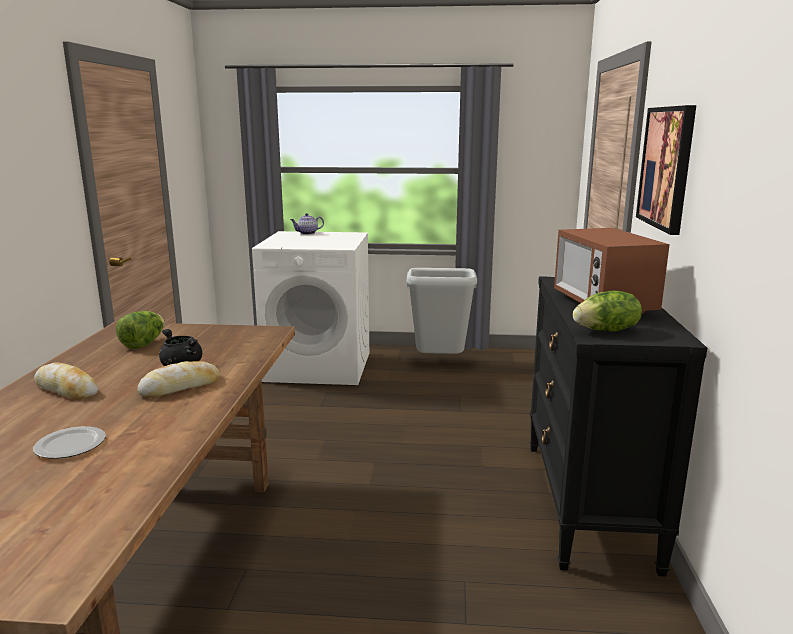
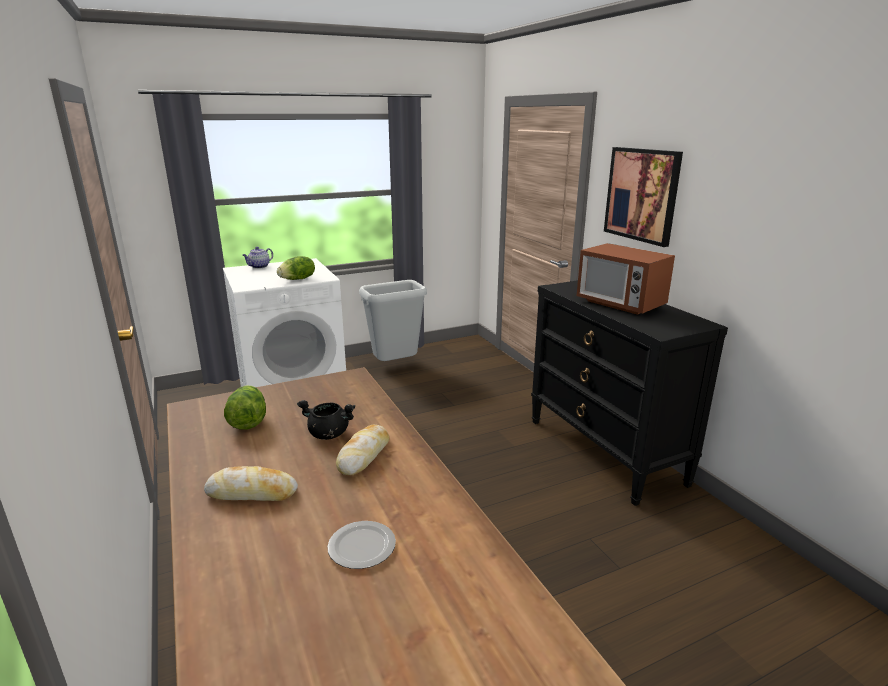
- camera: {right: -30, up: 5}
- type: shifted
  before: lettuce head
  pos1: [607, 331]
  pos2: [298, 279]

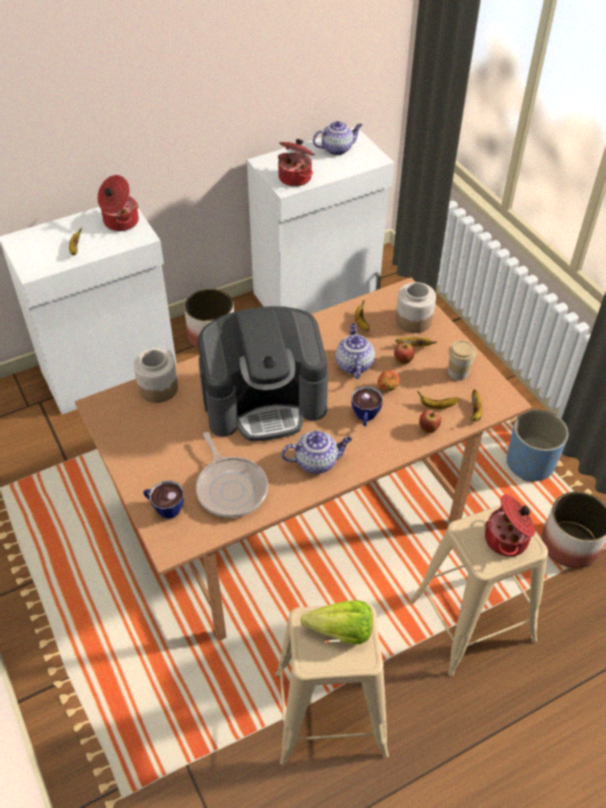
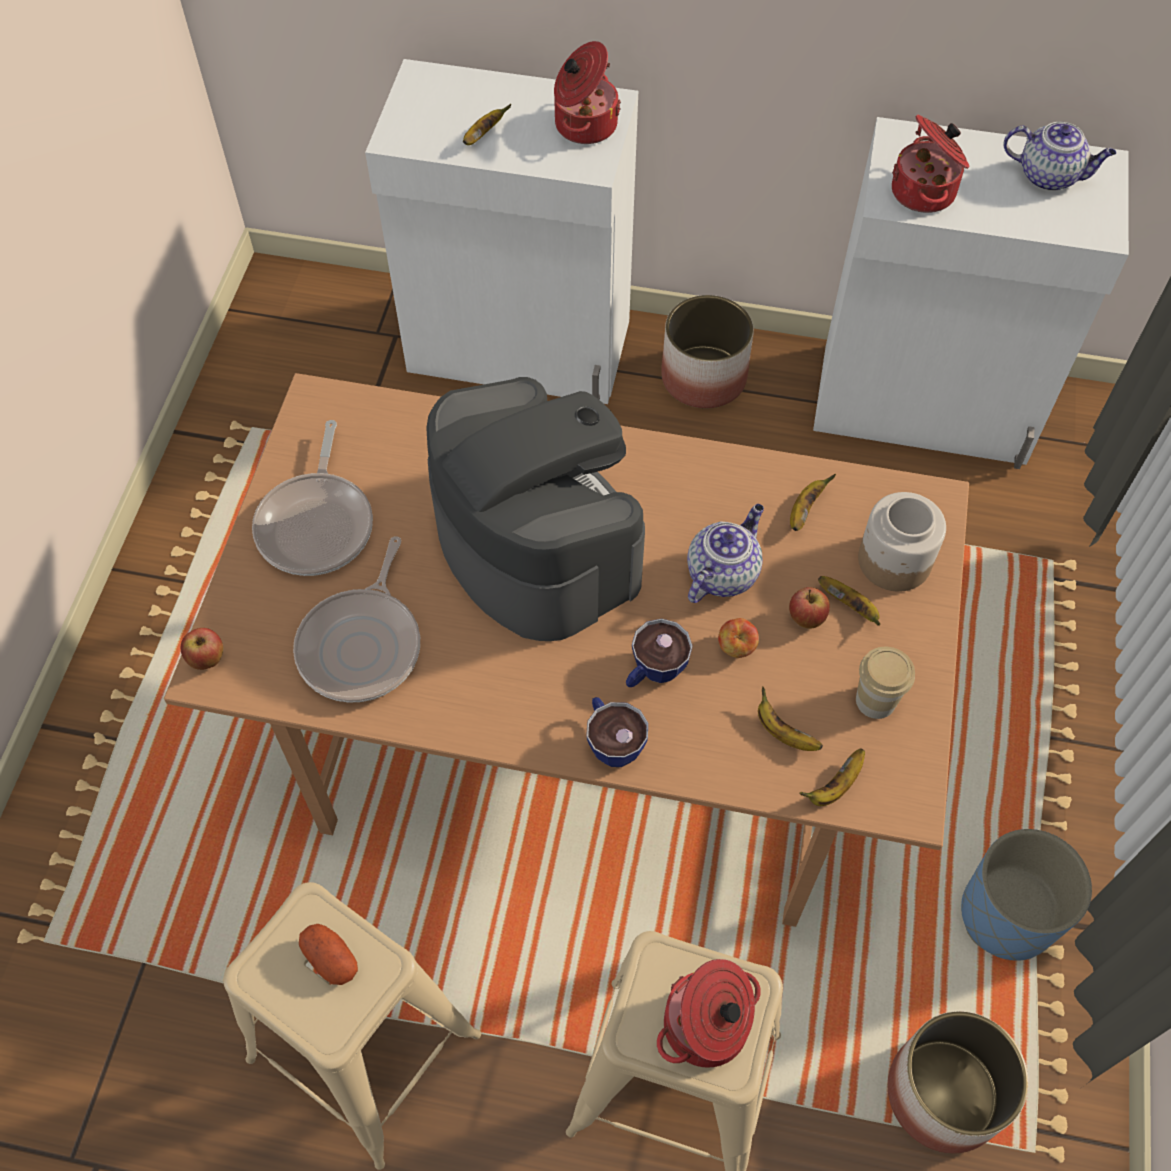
- camera: {right: 40, up: 10}
- type: rotated
  before: coffee maker
  pos1: [264, 400]
  pos2: [535, 543]
  turn: -150
- type: gone
  before: jar
  pos1: [157, 388]
- type: shifted
  before: apple
  pos1: [428, 429]
  pos2: [207, 660]
- type: gone
  before: tea pot
  pos1: [317, 461]
- type: shifted
  before: small cup
  pos1: [164, 507]
  pos2: [611, 741]
- type: swapped
  before: lettuce head
  after: spud
  pos1: [335, 630]
  pos2: [331, 959]
- type: new
  after: pan
  pos2: [317, 524]

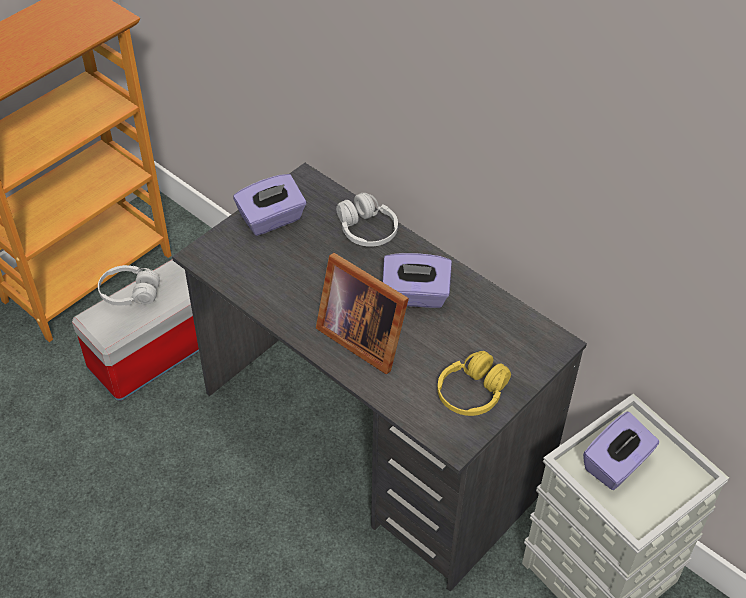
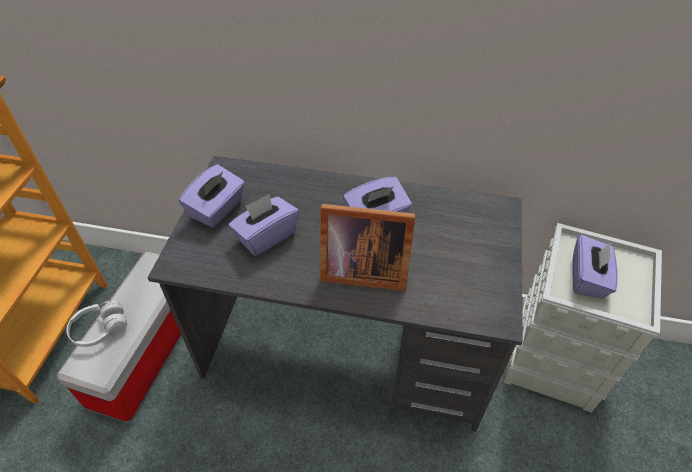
- camera: {right: -30, up: 0}
- type: gone
  before: headphones (whitish)
  pos1: [367, 230]
- type: gone
  before: headphones (yellow-coloured)
  pos1: [472, 393]
- type: new
  after: tissue holder (purplish)
  pos2: [266, 236]

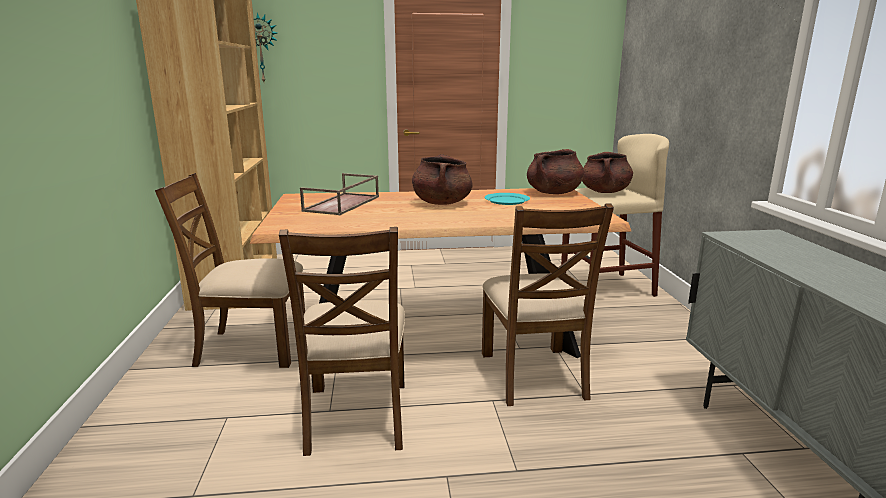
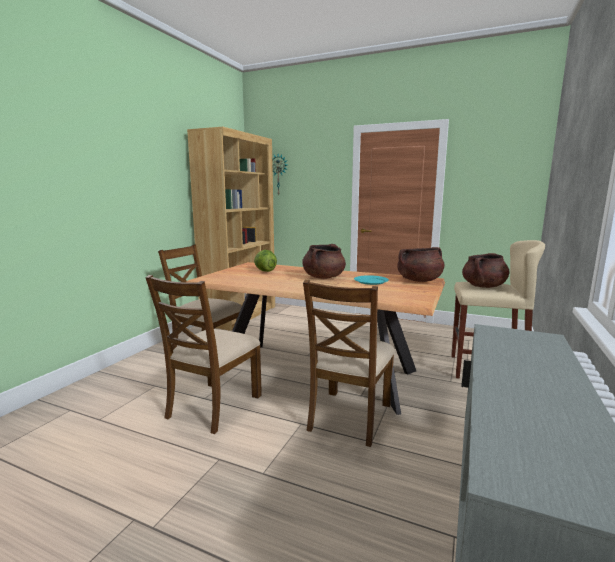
- camera: {right: 30, up: -5}
- type: swapped
  before: tray (brown)
  after: lettuce head
  pos1: [342, 204]
  pos2: [265, 271]

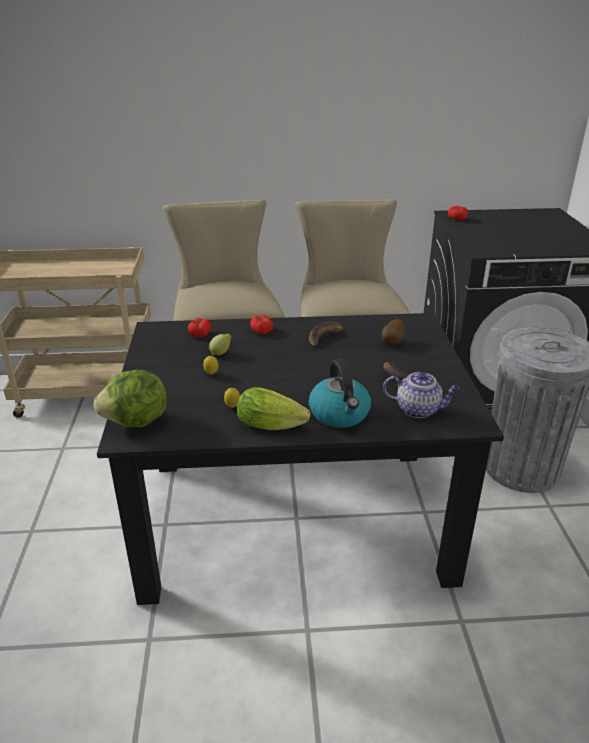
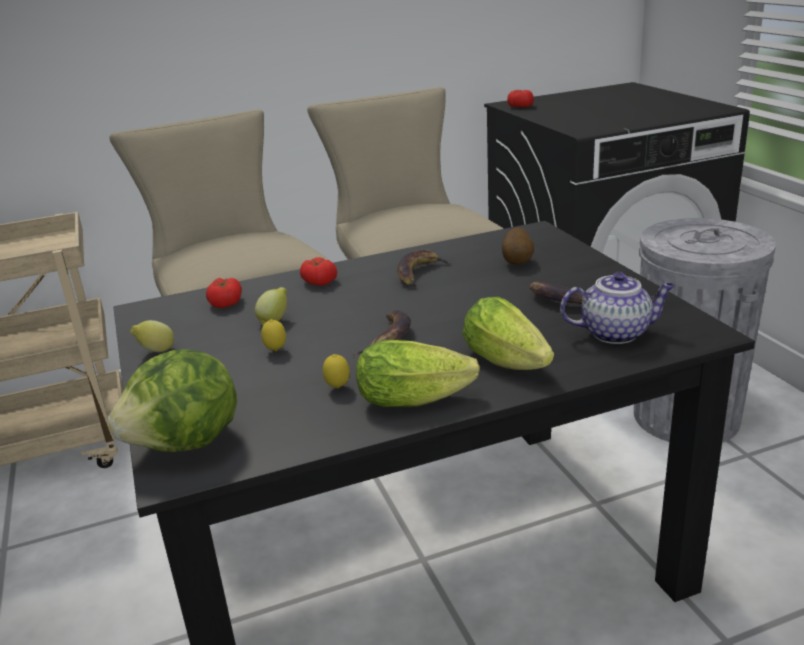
- camera: {right: -15, up: -5}
- type: swapped
  before: tea kettle
  after: lettuce head
  pos1: [340, 414]
  pos2: [509, 362]
- type: new
  after: whole banana
  pos2: [388, 338]
- type: new
  after: citrus fruit
  pos2: [156, 351]

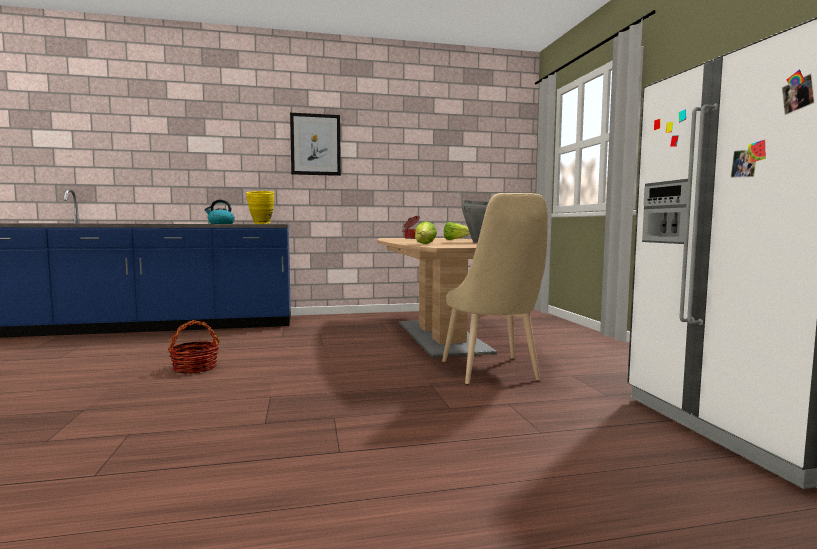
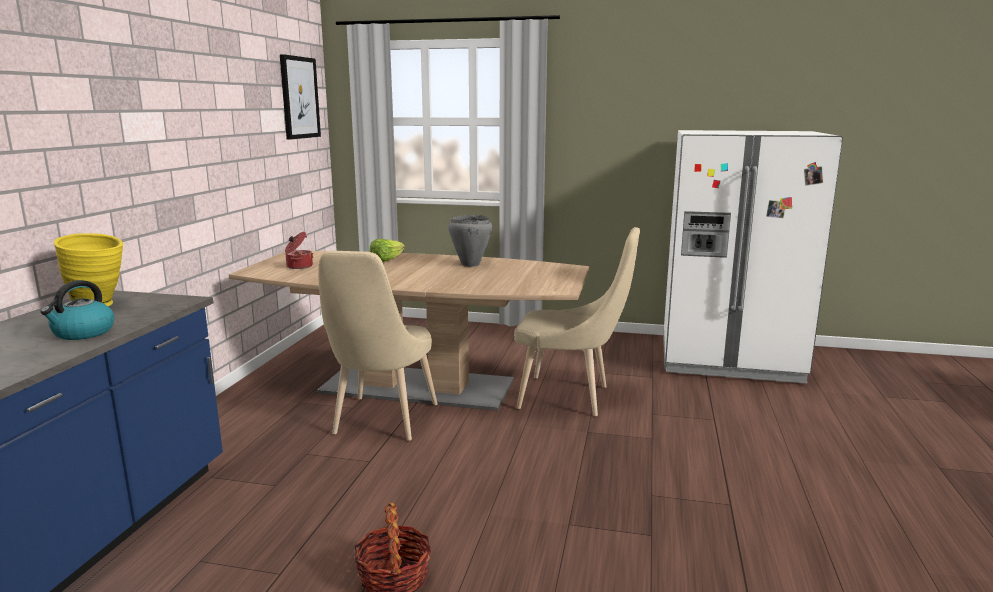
- camera: {right: -65, up: 10}
- type: shifted
  before: wall picture
  pos1: [315, 144]
  pos2: [299, 97]
- type: gone
  before: lettuce head
  pos1: [424, 244]
- type: new
  after: plain chair (beige-coloured)
  pos2: [382, 422]

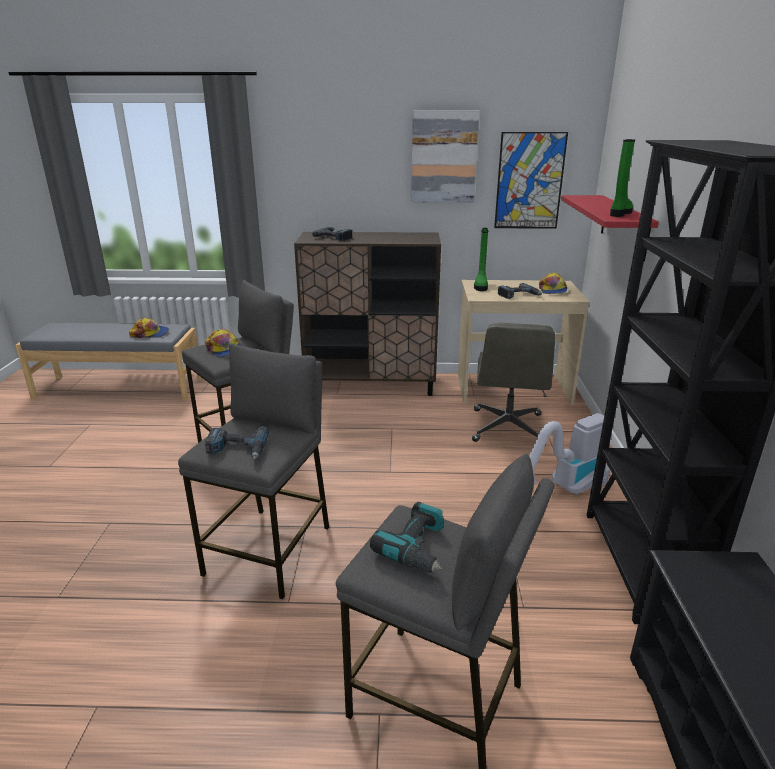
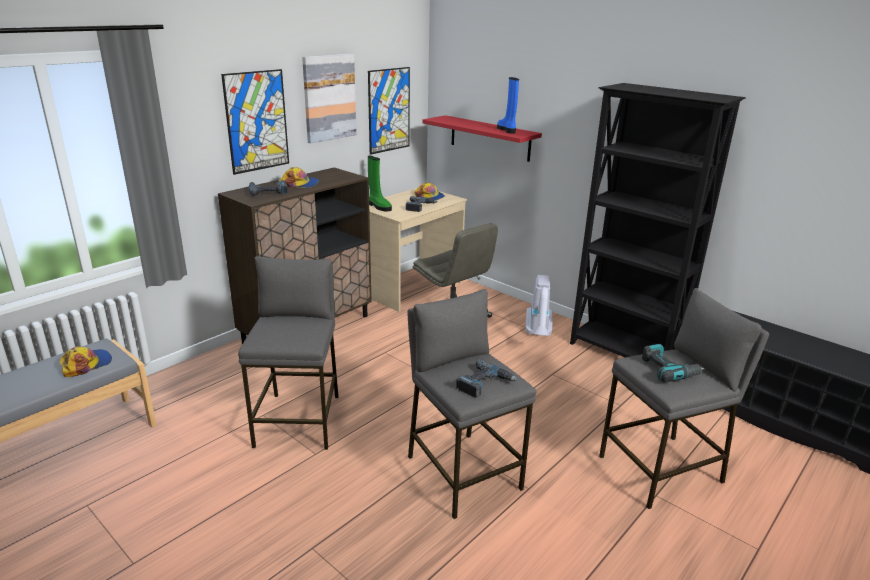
- camera: {right: -50, up: 0}
- type: repainted
  before: tall boot (green)
  after: tall boot (blue)
  pos1: [620, 213]
  pos2: [507, 130]
- type: shifted
  before: cap
  pos1: [224, 349]
  pos2: [299, 184]
- type: new
  after: wall picture
  pos2: [257, 121]

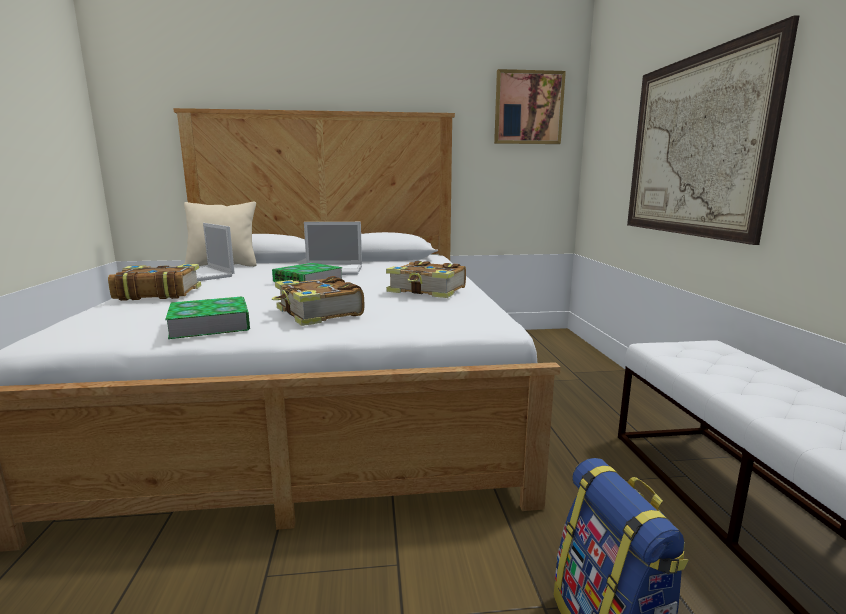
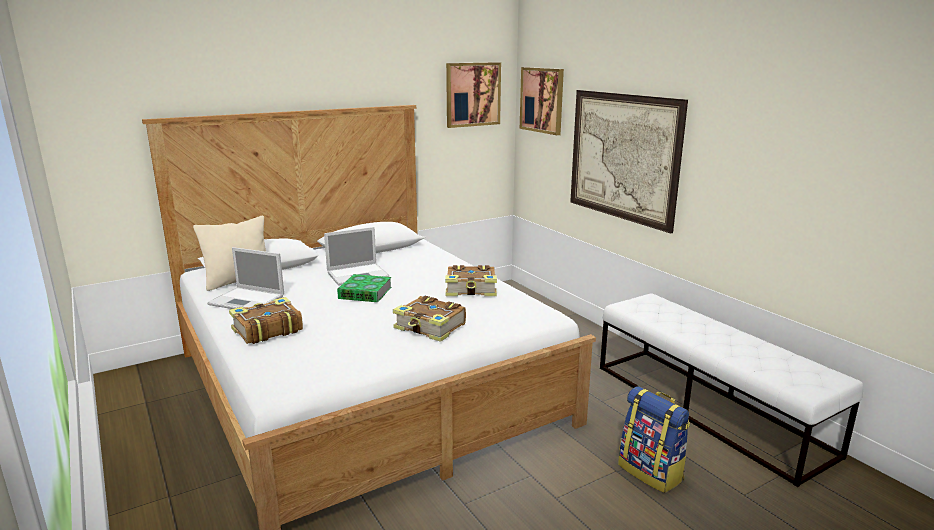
- camera: {right: -25, up: 5}
- type: gone
  before: bound book
  pos1: [210, 324]
- type: new
  after: wall picture
  pos2: [542, 100]

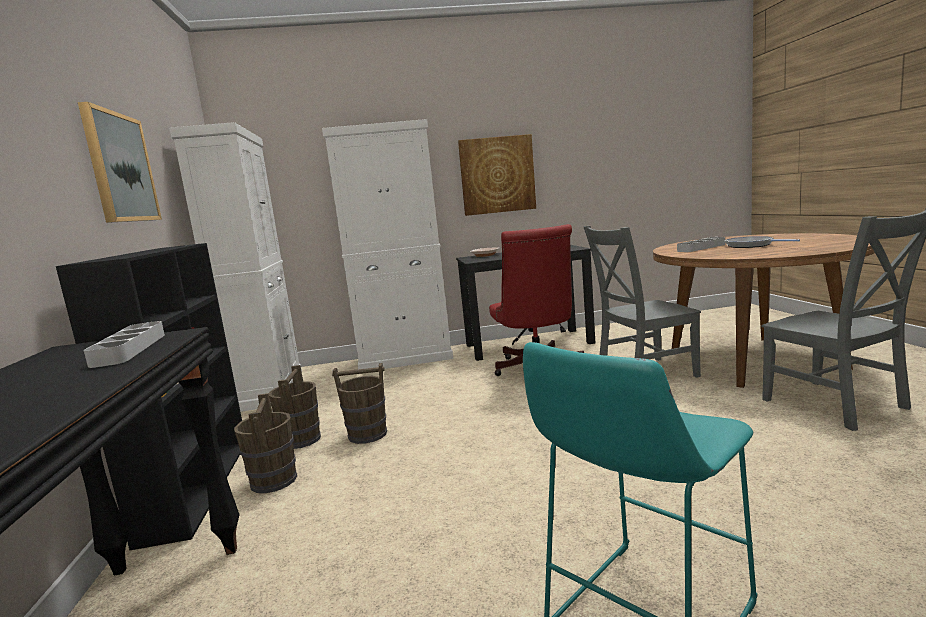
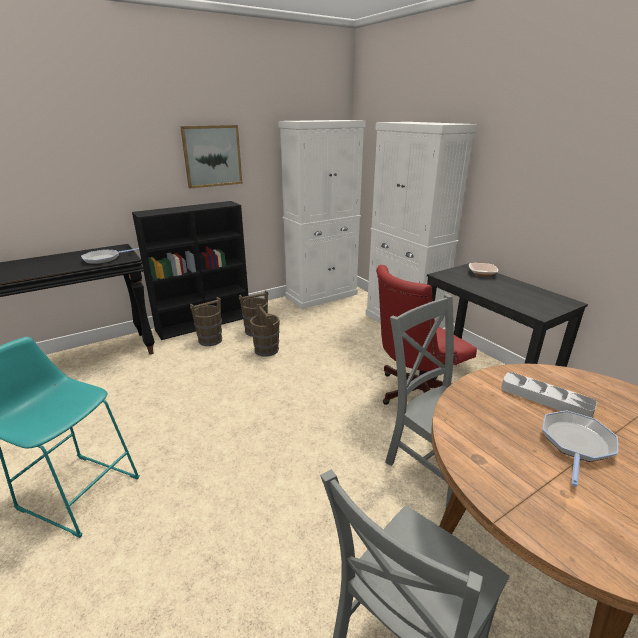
- camera: {right: 65, up: 15}
- type: gone
  before: wall picture
  pos1: [497, 175]
- type: swapped
  before: tray (greyish)
  after: pan
  pos1: [130, 349]
  pos2: [104, 259]

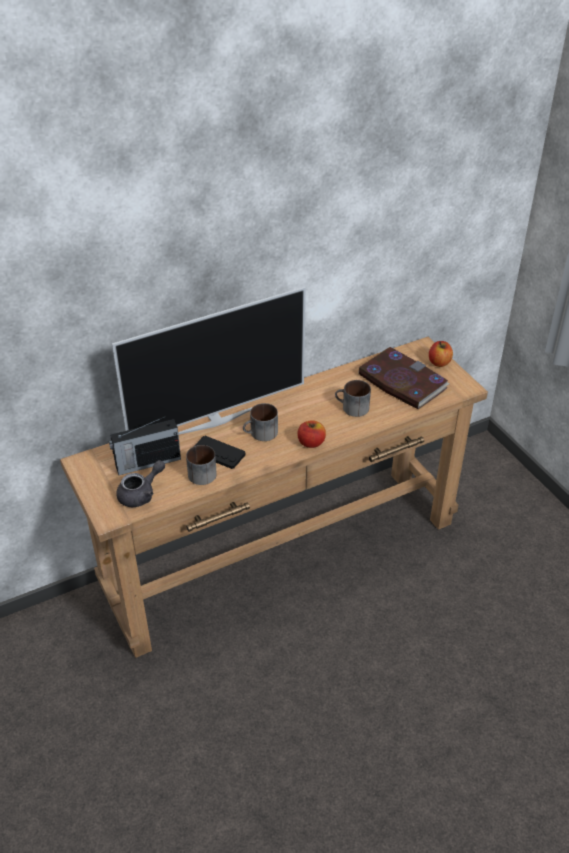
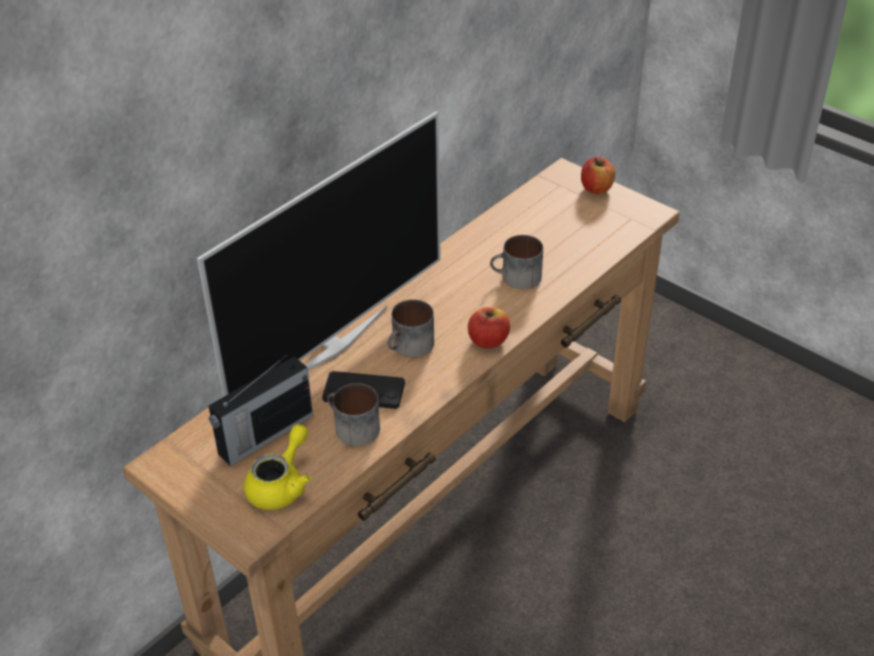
- camera: {right: -20, up: 0}
- type: gone
  before: bound book
  pos1: [402, 381]
- type: repainted
  before: tea pot (greyish)
  after: tea pot (yellow-coloured)
  pos1: [141, 494]
  pos2: [281, 484]

